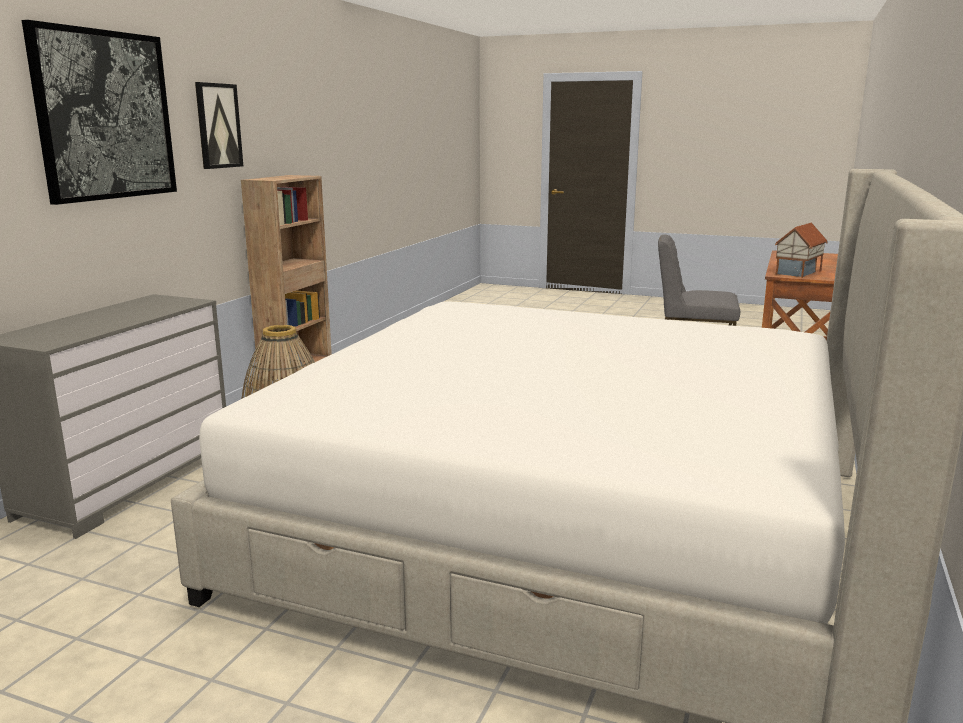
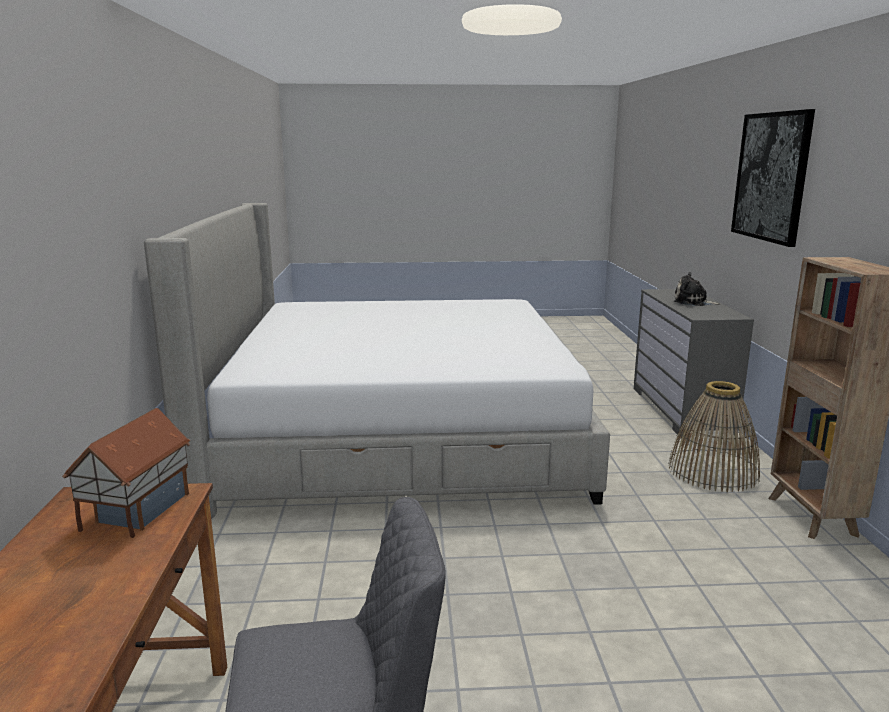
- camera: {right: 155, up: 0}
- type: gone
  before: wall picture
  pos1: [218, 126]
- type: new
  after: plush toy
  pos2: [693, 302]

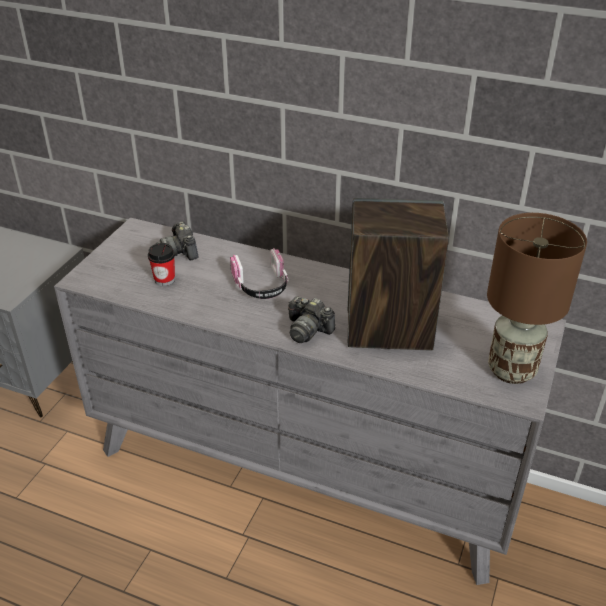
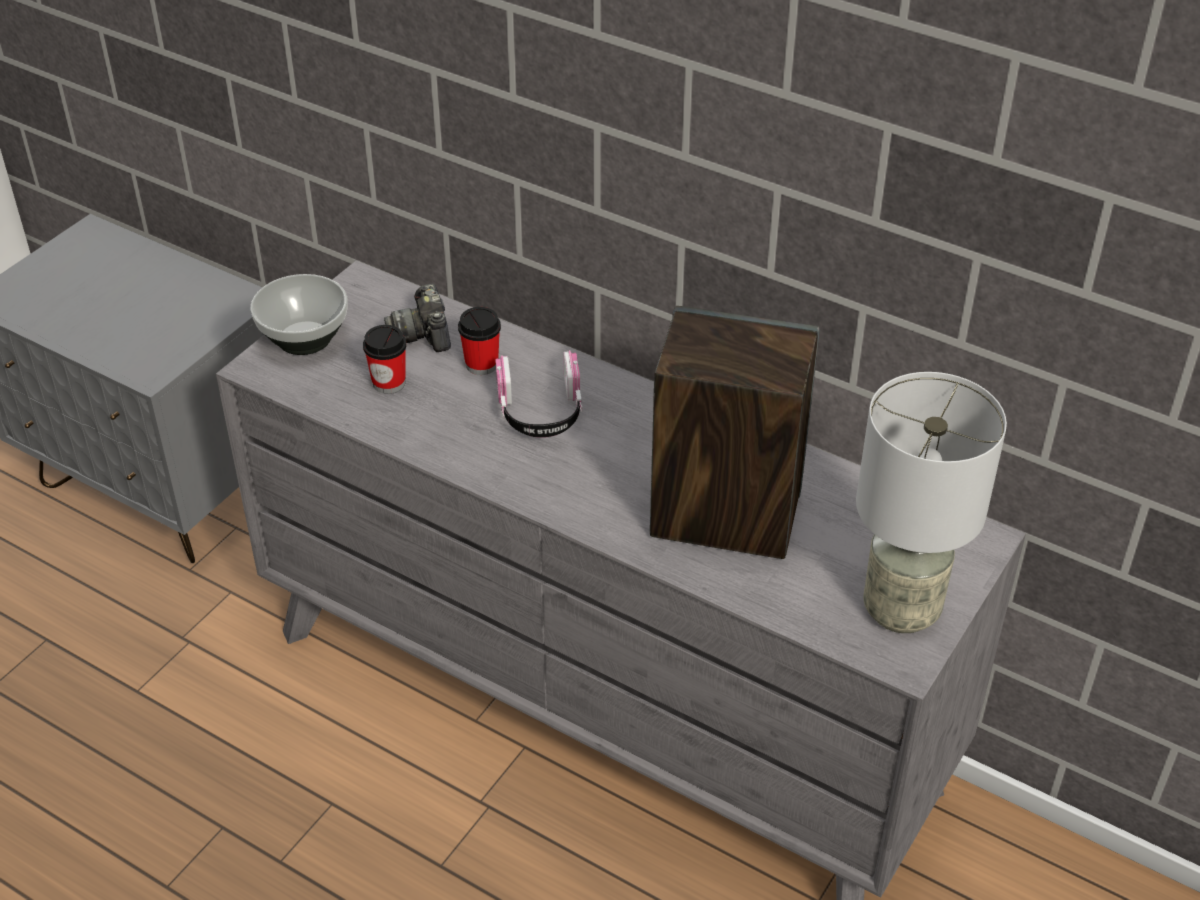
- camera: {right: 10, up: 5}
- type: repainted
  before: tabletop lamp (brown)
  after: tabletop lamp (greyish)
  pos1: [510, 370]
  pos2: [899, 609]
- type: gone
  before: photo camera
  pos1: [308, 330]
- type: new
  after: deep dish
  pos2: [304, 340]
- type: new
  after: small cup
  pos2: [481, 364]

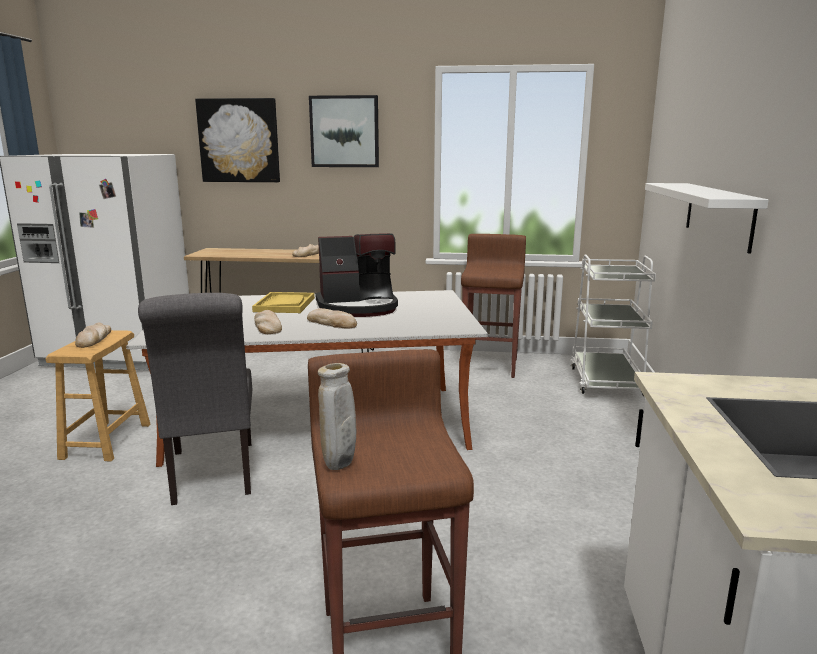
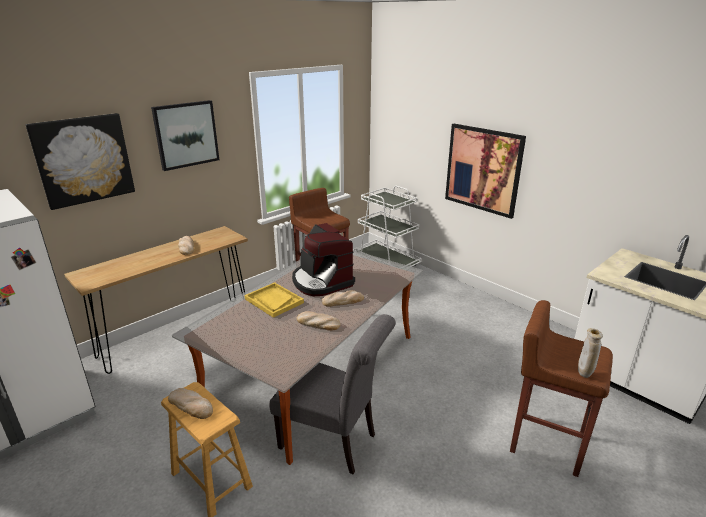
- camera: {right: -50, up: 10}
- type: swapped
  before: bracket shelf (whitish)
  after: wall picture
  pos1: [718, 214]
  pos2: [483, 169]
- type: rotated
  before: coffee maker
  pos1: [358, 307]
  pos2: [321, 281]
  turn: 120

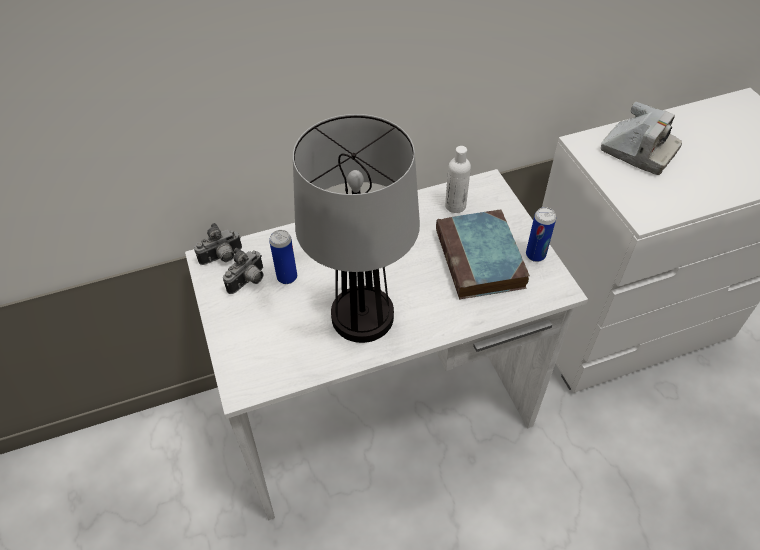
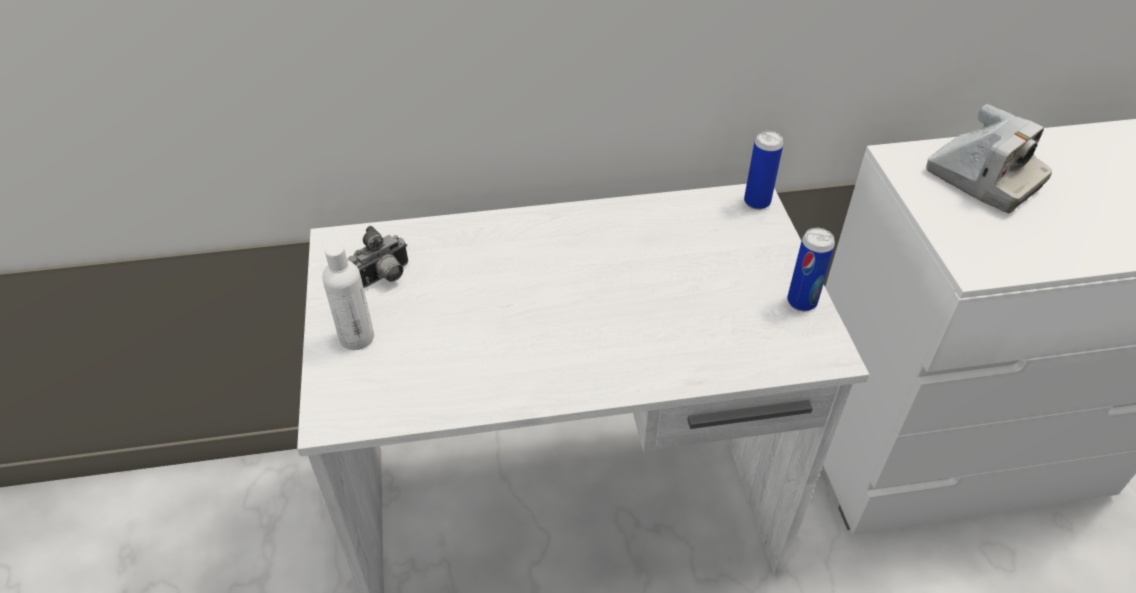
- camera: {right: 10, up: -5}
- type: gone
  before: tabletop lamp
  pos1: [361, 317]
- type: shifted
  before: beverage bottle (whitish)
  pos1: [455, 206]
  pos2: [357, 337]
- type: gone
  before: bound book
  pos1: [481, 260]
- type: gone
  before: photo camera
  pos1: [222, 258]
- type: shifted
  before: sealed can
  pos1: [287, 277]
  pos2: [757, 202]

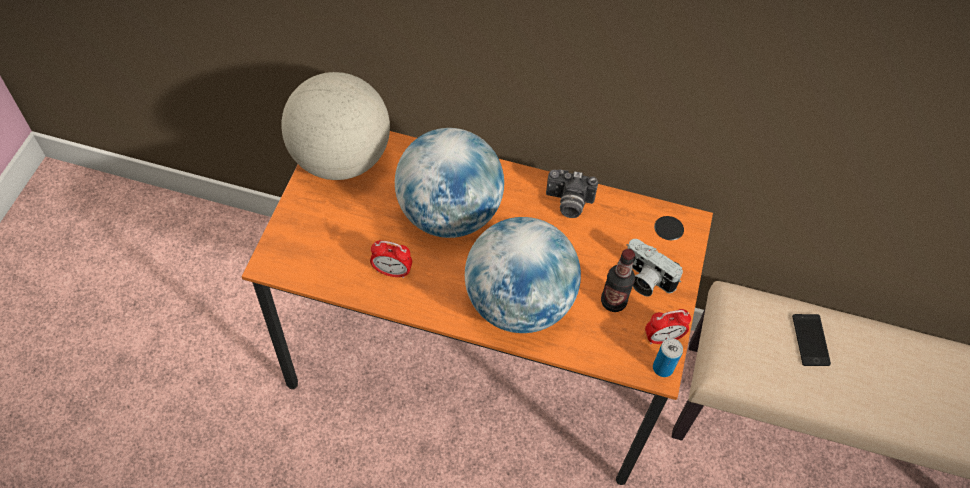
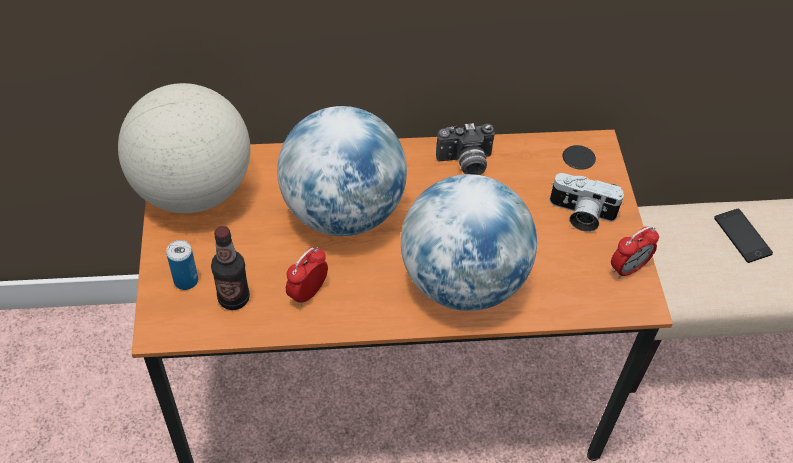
- camera: {right: -20, up: -5}
- type: rotated
  before: bedside clock
  pos1: [392, 271]
  pos2: [308, 292]
  turn: 135
- type: shifted
  before: beverage bottle
  pos1: [613, 302]
  pos2: [234, 298]
- type: shifted
  before: sealed can
  pos1: [663, 368]
  pos2: [186, 280]

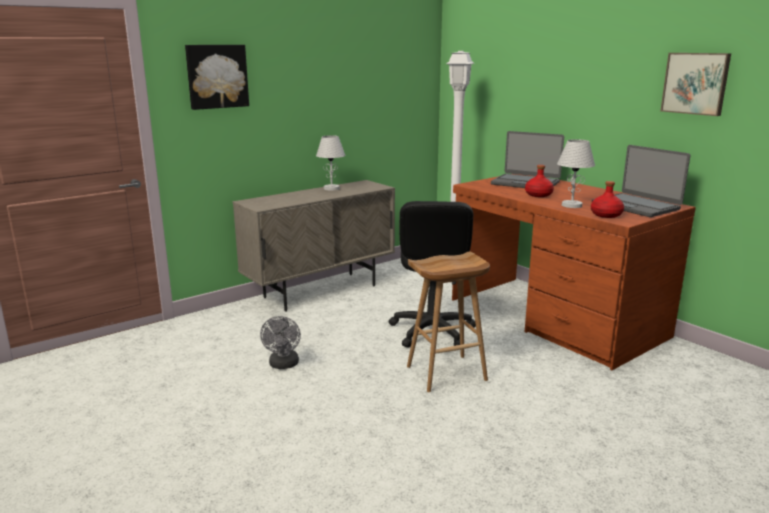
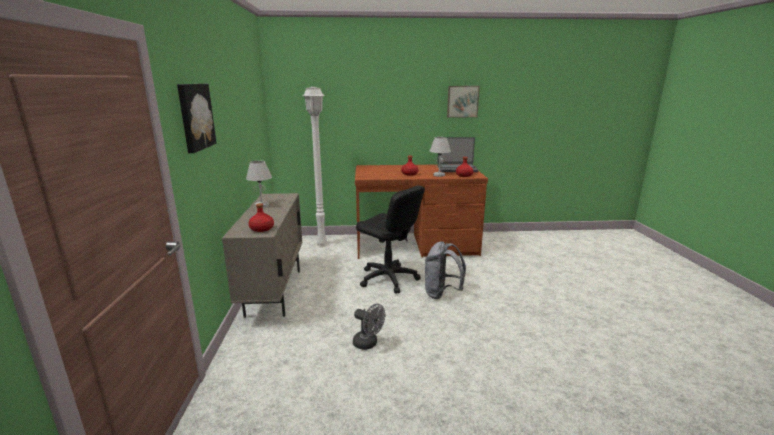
- camera: {right: -55, up: 0}
- type: gone
  before: portable computer
  pos1: [525, 183]
- type: swapped
  before: stool seat (brown)
  after: rucksack (greyish)
  pos1: [445, 373]
  pos2: [442, 294]
- type: new
  after: beverage bottle (red)
  pos2: [262, 229]

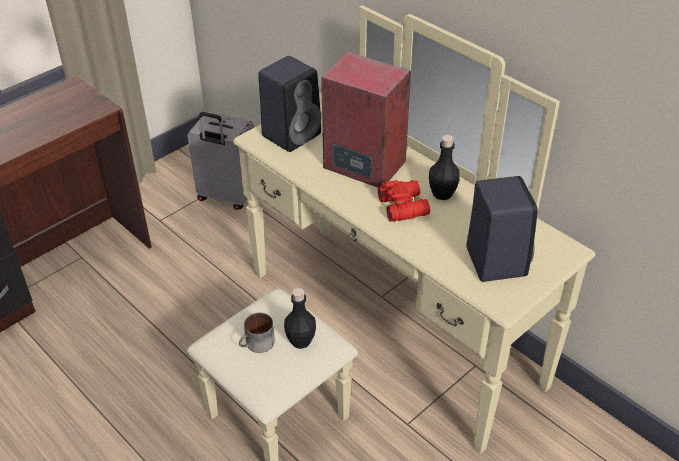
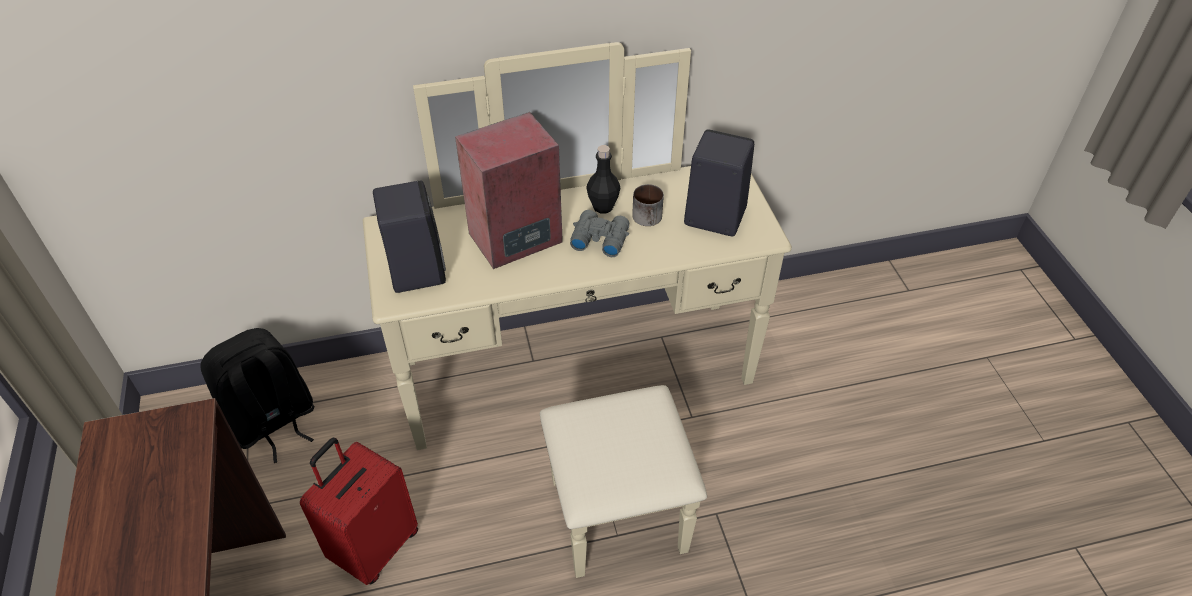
- camera: {right: -60, up: 5}
- type: swapped
  before: travel case (greyish)
  after: rucksack (blackish)
  pos1: [227, 197]
  pos2: [272, 423]
- type: repainted
  before: binoculars (red)
  after: binoculars (greyish)
  pos1: [404, 206]
  pos2: [599, 238]
- type: gone
  before: beverage bottle (blackish)
  pos1: [300, 341]
- type: shifted
  before: coffee mug
  pos1: [257, 344]
  pos2: [649, 219]
- type: new
  after: travel case (red)
  pos2: [374, 546]

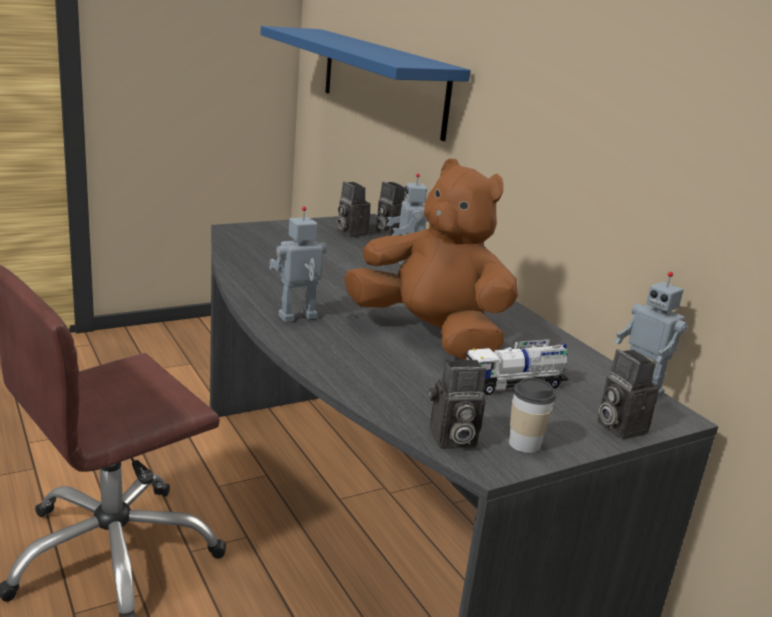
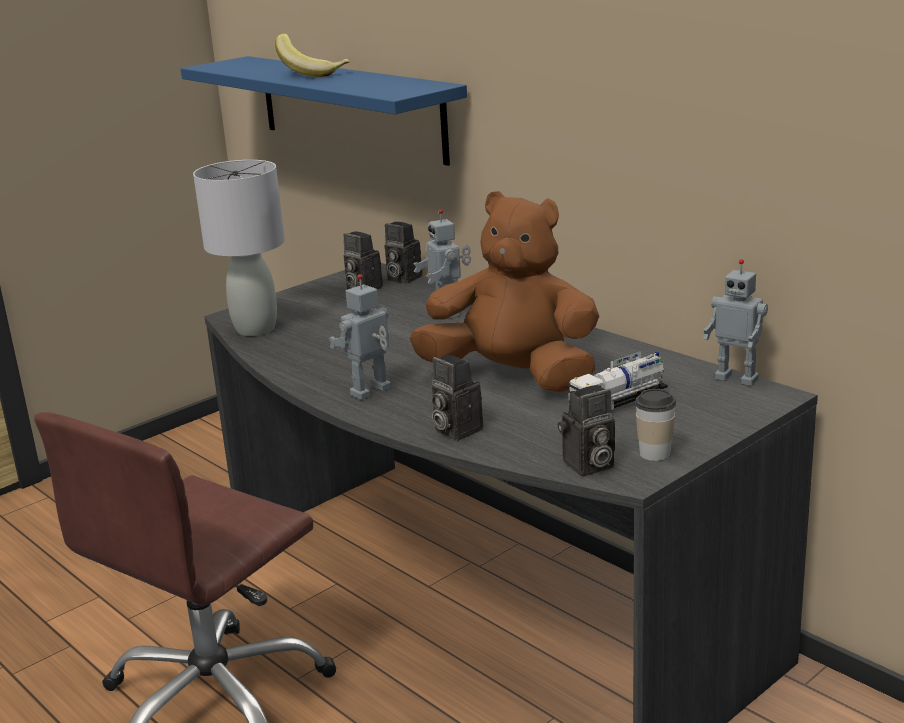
- camera: {right: -10, up: 0}
- type: shifted
  before: photo camera
  pos1: [617, 426]
  pos2: [454, 430]
- type: new
  after: whole banana
  pos2: [313, 74]
- type: new
  after: tabletop lamp (greyish)
  pos2: [256, 329]

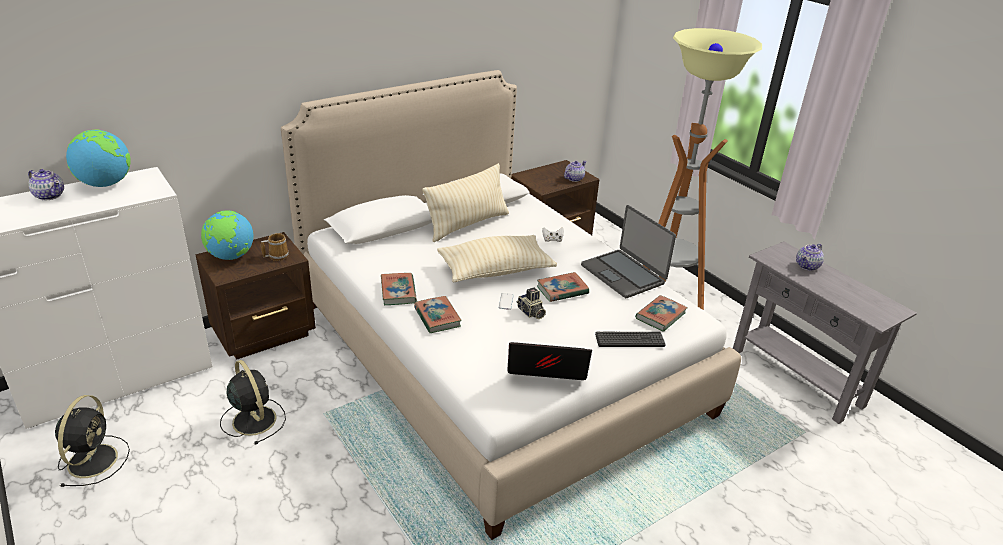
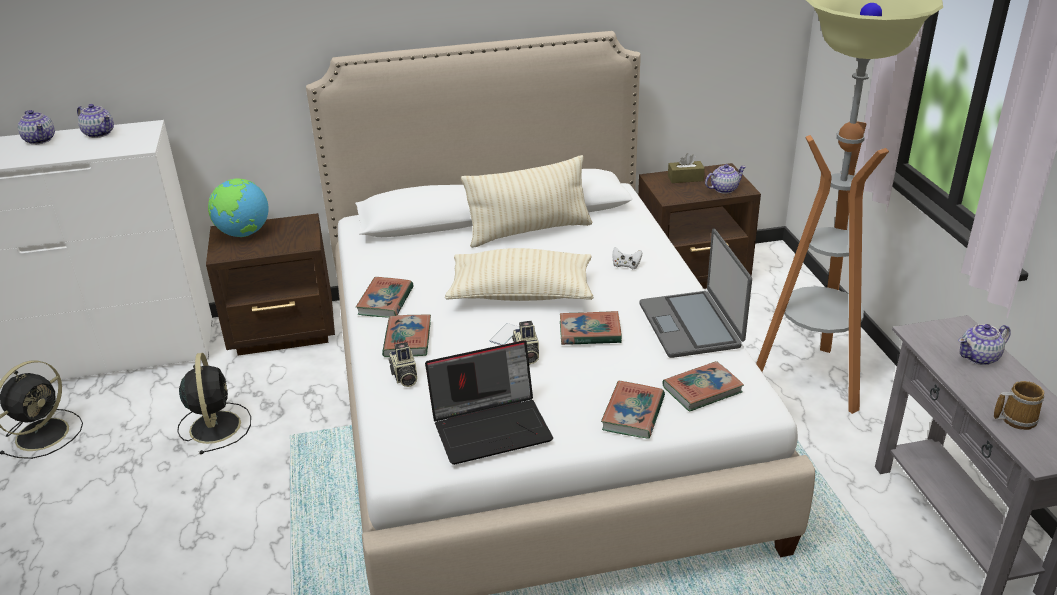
- camera: {right: 25, up: 0}
- type: swapped
  before: world globe
  after: tea pot
  pos1: [105, 184]
  pos2: [99, 133]
- type: shifted
  before: coffee mug
  pos1: [277, 256]
  pos2: [1015, 418]
- type: swapped
  before: keyboard
  after: bound book
  pos1: [629, 340]
  pos2: [633, 414]
- type: rotated
  before: portable computer
  pos1: [545, 367]
  pos2: [492, 426]
  turn: 135
- type: new
  after: tissue holder (brown)
  pos2: [685, 178]
- type: new
  after: photo camera
  pos2: [404, 377]

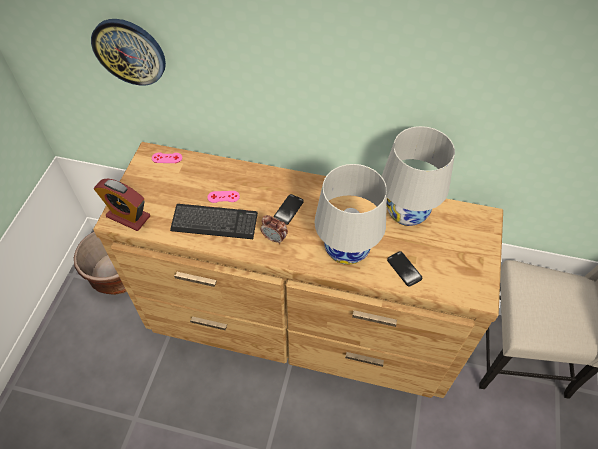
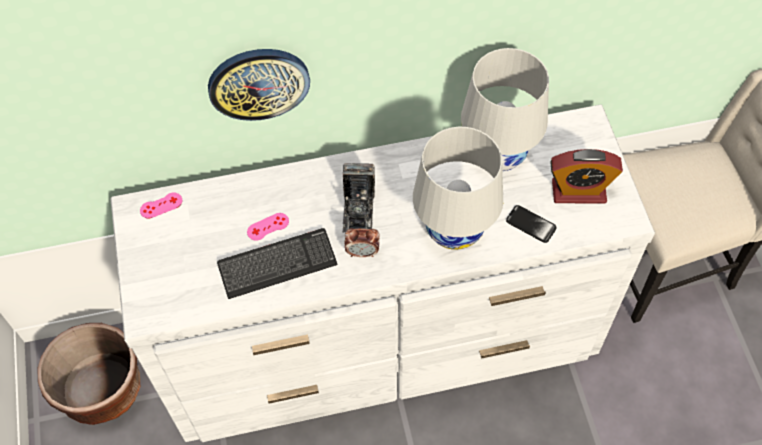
- camera: {right: -25, up: 5}
- type: shifted
  before: hanging clock
  pos1: [129, 51]
  pos2: [258, 83]
- type: repainted
  before: dresser (brown)
  after: dresser (whitish)
  pos1: [300, 321]
  pos2: [384, 340]
- type: shifted
  before: bedside clock
  pos1: [128, 216]
  pos2: [578, 191]
- type: swapped
  before: handset
  after: photo camera
  pos1: [288, 210]
  pos2: [358, 209]

